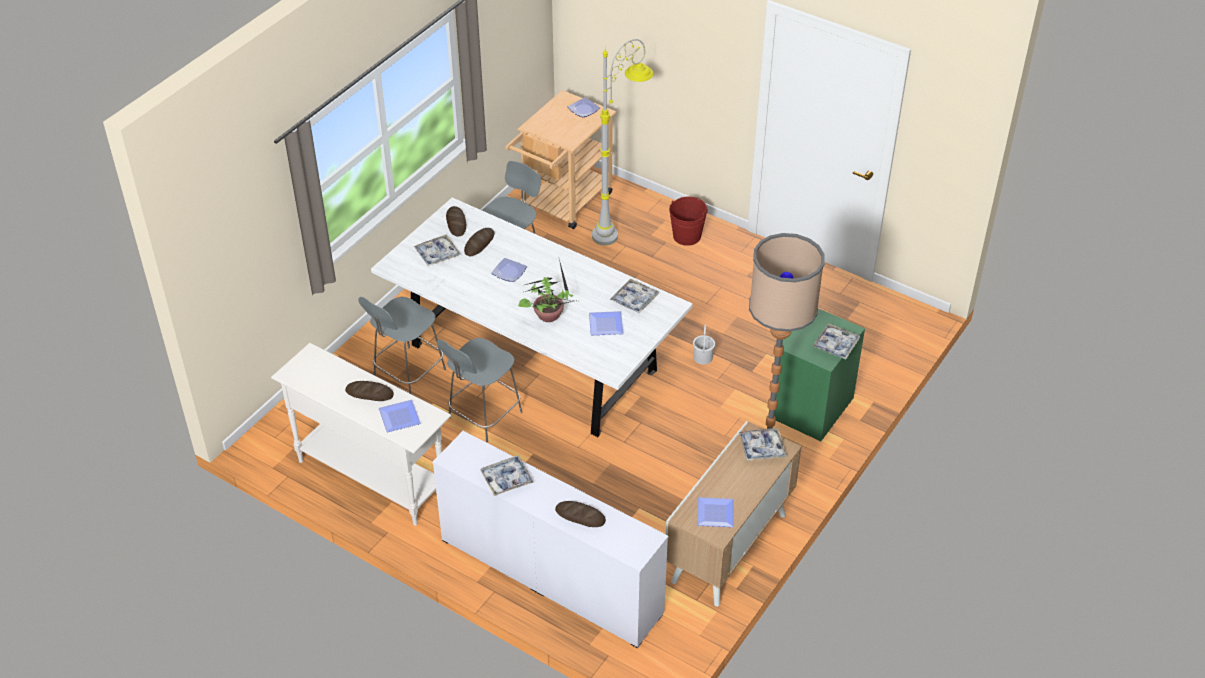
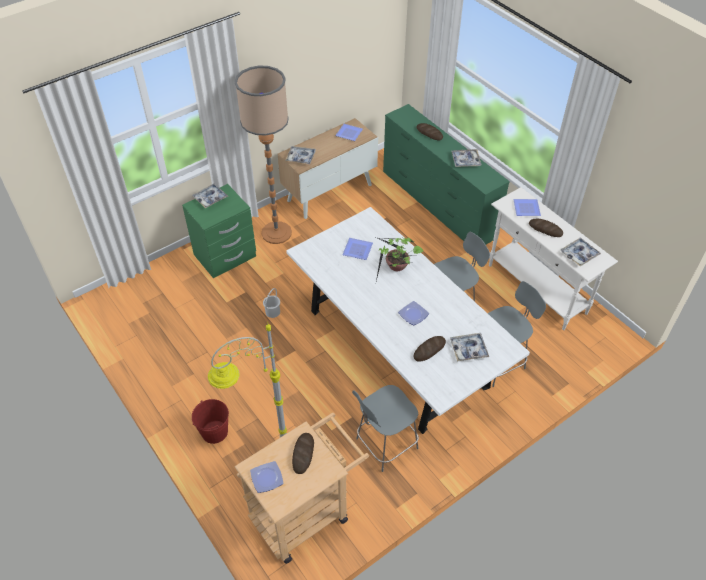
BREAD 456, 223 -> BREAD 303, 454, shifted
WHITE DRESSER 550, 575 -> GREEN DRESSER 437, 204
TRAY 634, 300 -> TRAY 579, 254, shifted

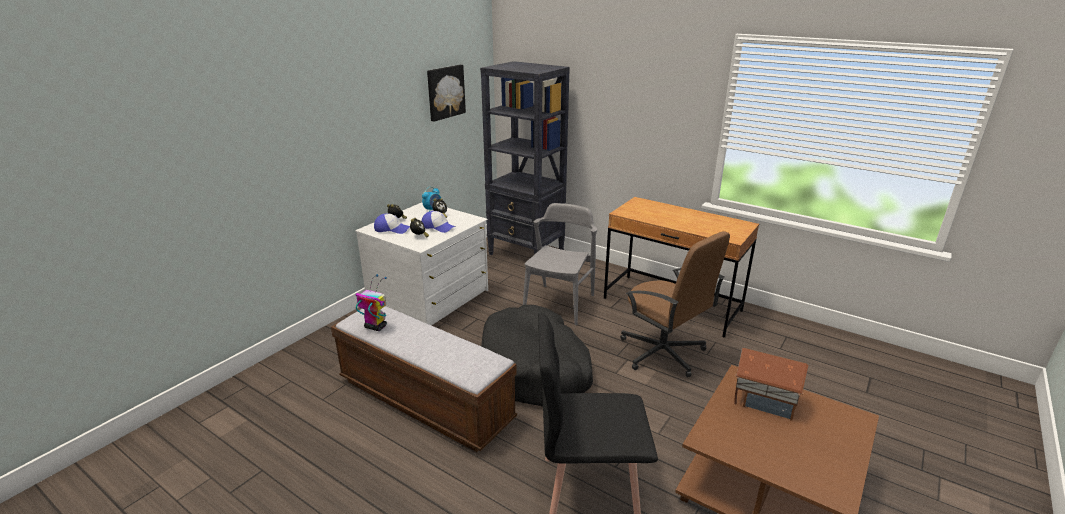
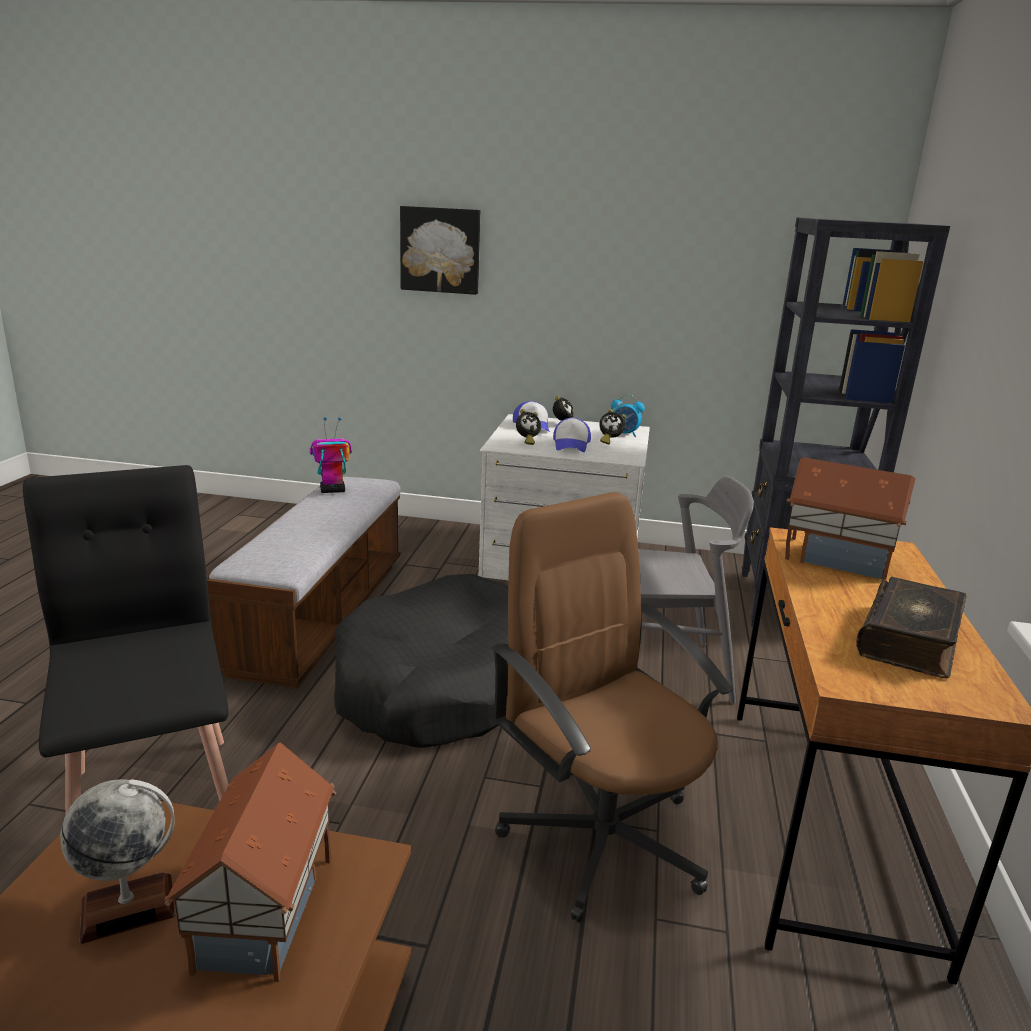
none -> GLOBE 128, 907
TOY ROBOT 375, 327 -> TOY ROBOT 332, 490, 105 degrees counterclockwise
PICTURE 445, 92 -> PICTURE 440, 250, shifted
BROWN OFFICE CHAIR 663, 353 -> BROWN OFFICE CHAIR 602, 836, 120 degrees clockwise
none -> TOY HOUSE 836, 558
none -> BOOK 910, 640

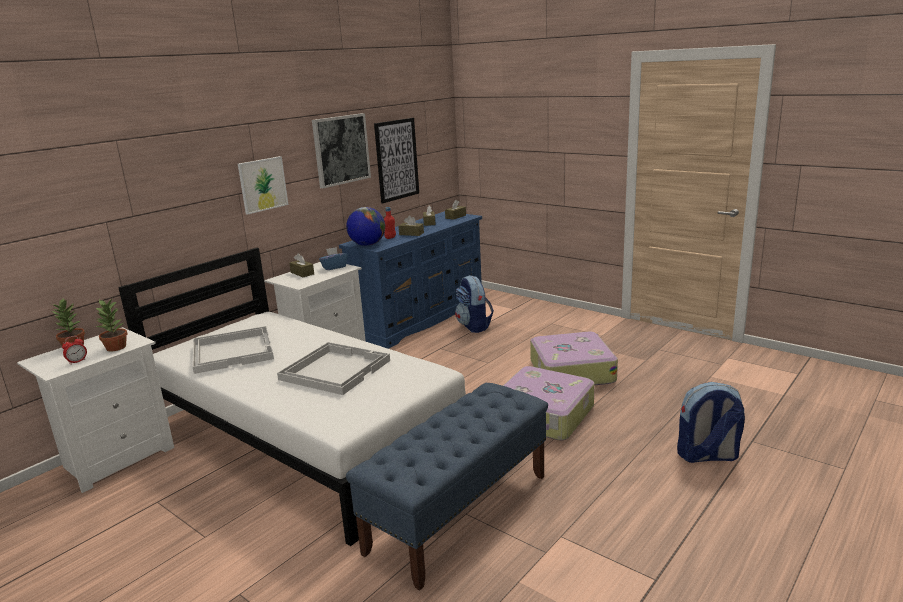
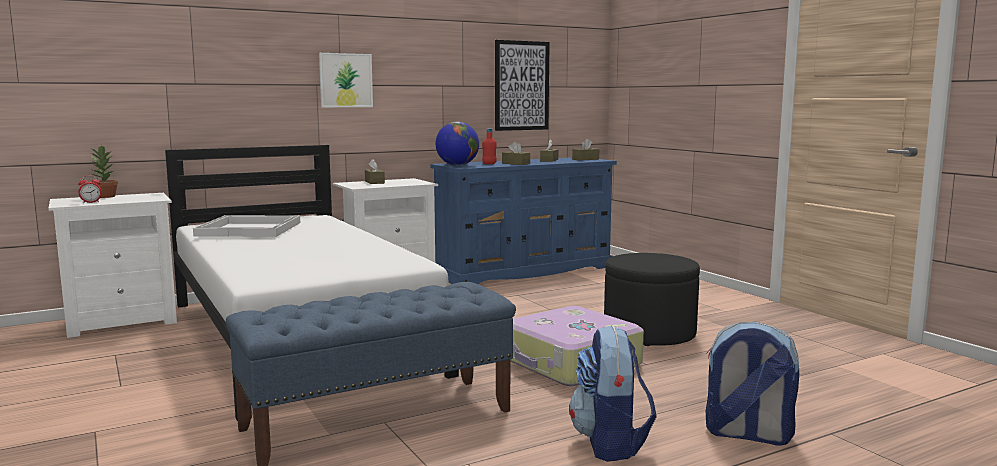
BACKPACK 474, 326 -> BACKPACK 610, 443, shifted
SUITCASE 571, 371 -> BLACK OTTOMAN 649, 333
POTTED PLANT 116, 347 -> none
WHITE TRAY 335, 369 -> none
PICTURE 341, 150 -> none
BLUE TISSUE BOX 334, 267 -> none

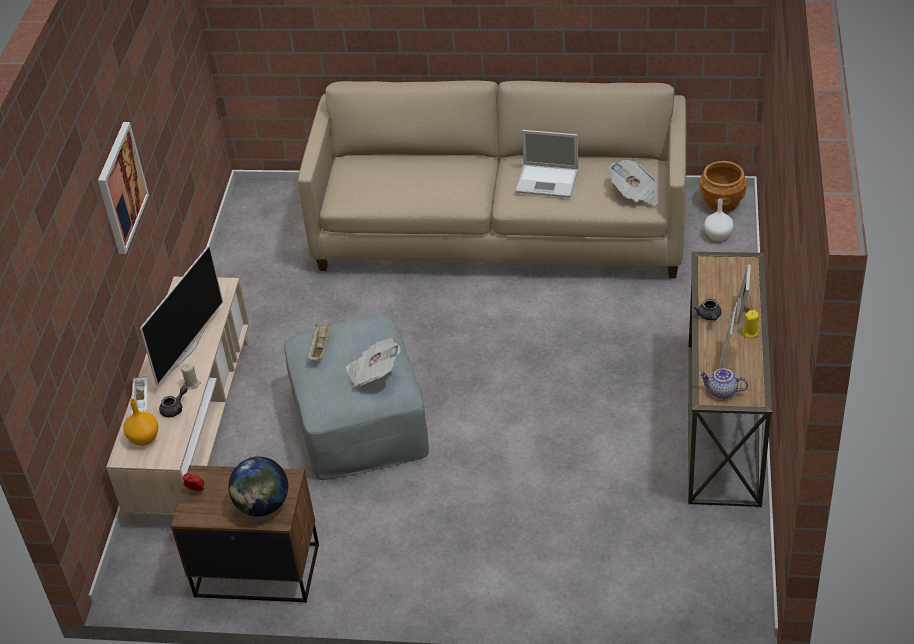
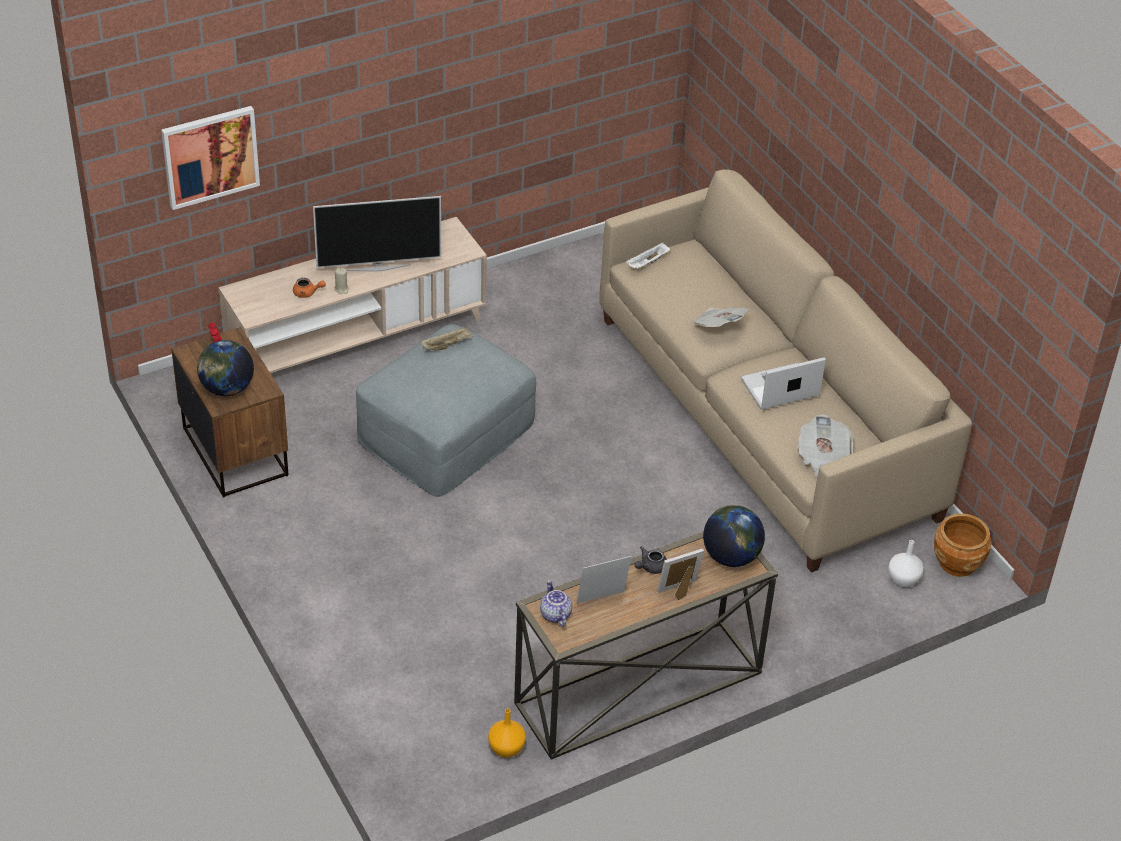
PICTURE 121, 188 -> PICTURE 210, 156, shifted
GREY TEAPOT 175, 408 -> ORANGE TEAPOT 307, 293
ORANGE VASE 144, 439 -> ORANGE VASE 506, 749, shifted
WHITE TRAY 141, 402 -> WHITE TRAY 647, 263, shifted
NEWSPAPER 373, 373 -> NEWSPAPER 718, 327, shifted
none -> GLOBE 731, 557
LAPTOP 548, 181 -> LAPTOP 778, 388, 90 degrees clockwise
YELLOW CANDLE 750, 332 -> none

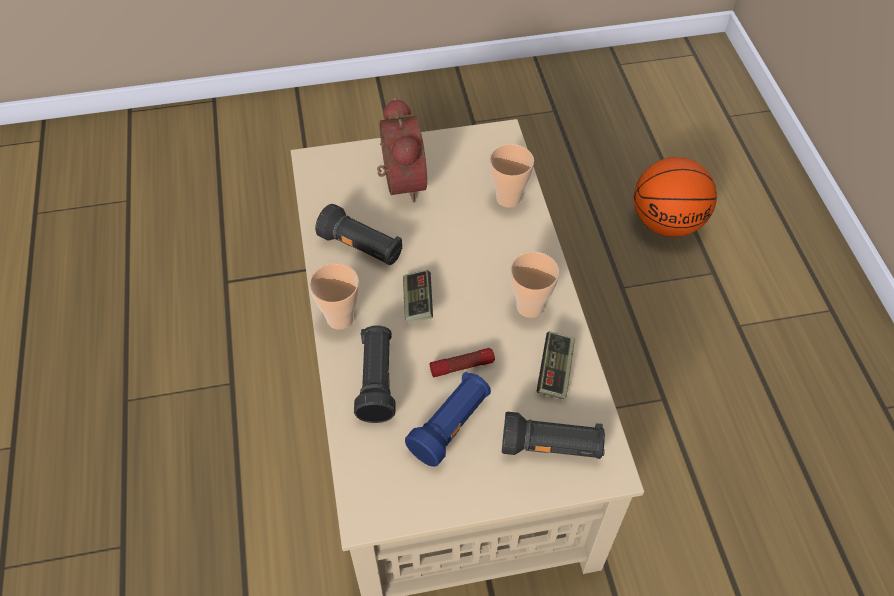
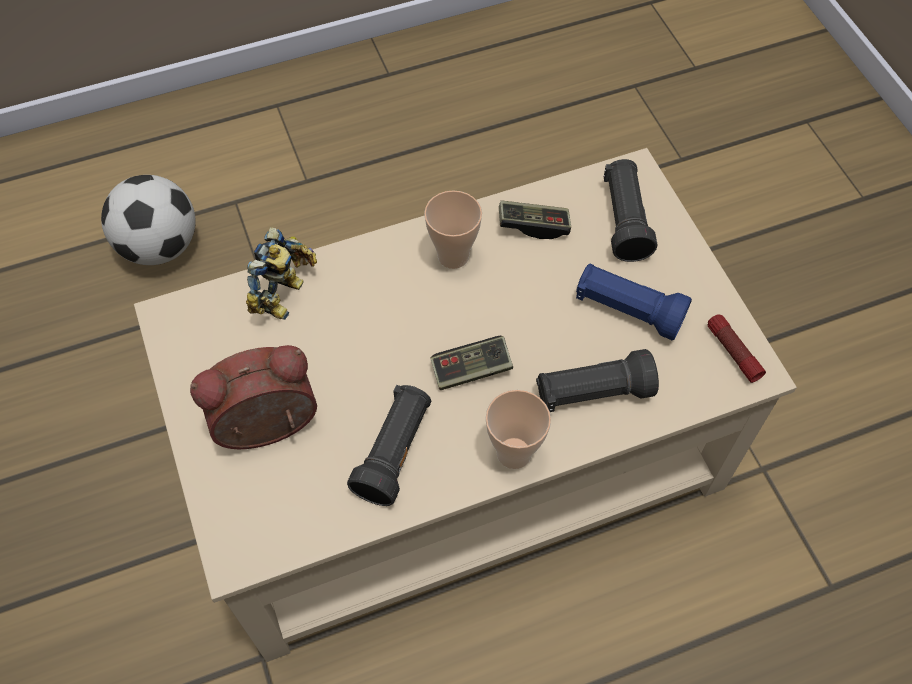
BASKETBALL 667, 222 -> FOOTBALL 160, 246
CUP 508, 198 -> TOY ROBOT 285, 296
FLASHLIGHT 462, 366 -> FLASHLIGHT 733, 352, shifted

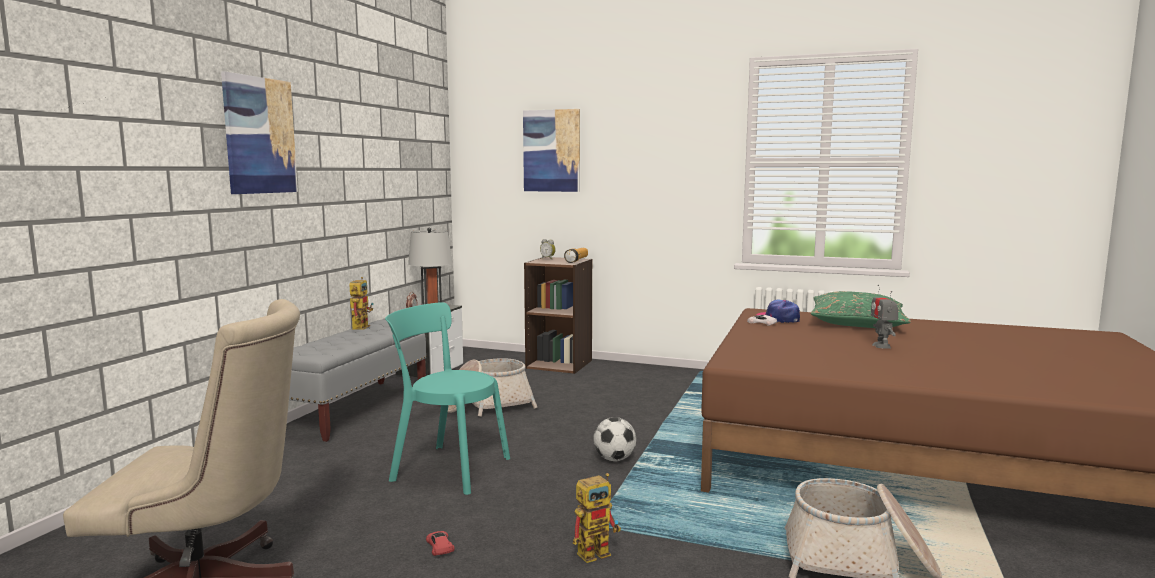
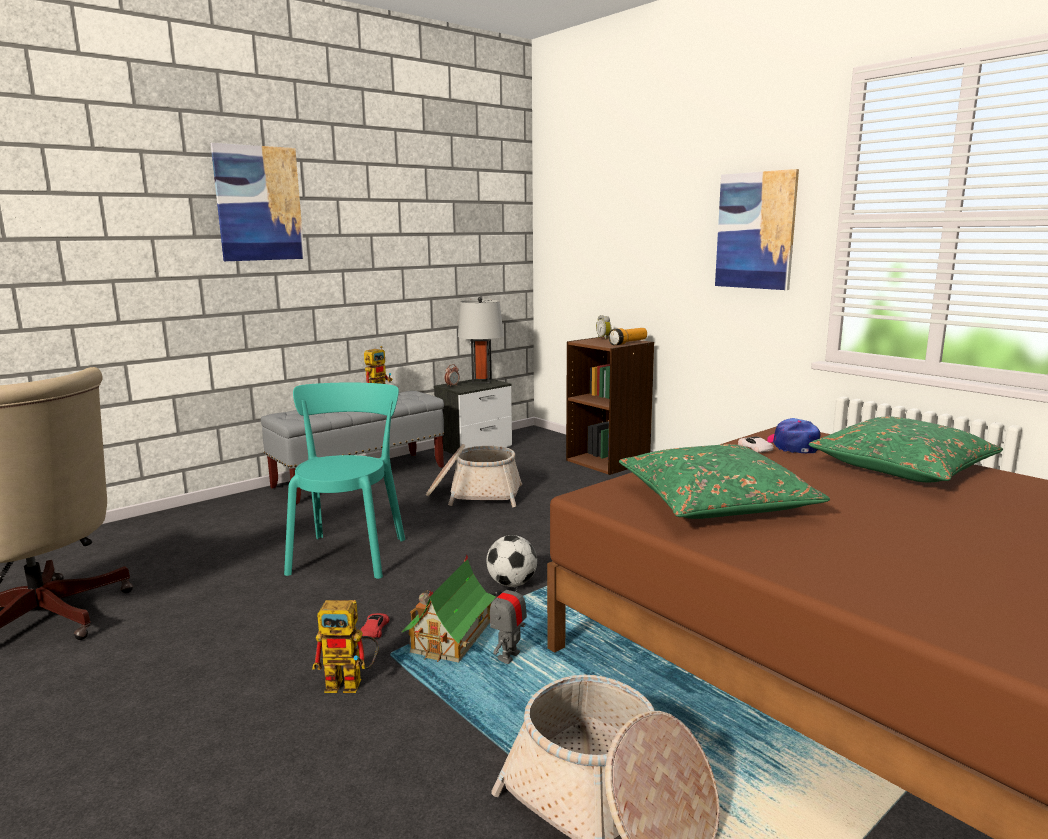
TURQUOISE CHAIR 446, 468 -> TURQUOISE CHAIR 349, 553, 45 degrees clockwise
RED TOY CAR 439, 546 -> RED TOY CAR 374, 628, shifted
none -> TOY HOUSE 451, 638
TOY ROBOT 881, 346 -> TOY ROBOT 509, 658, shifted
none -> GREEN PILLOW 715, 502
PICTURE 552, 151 -> PICTURE 755, 231, shifted

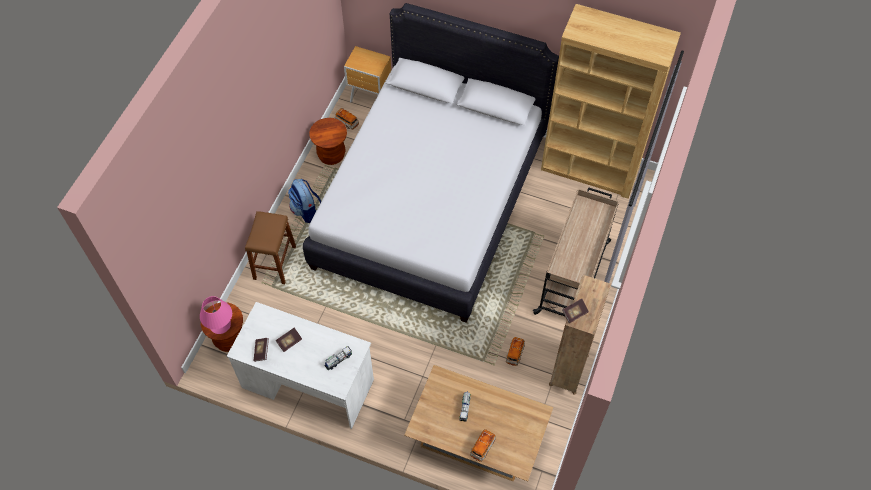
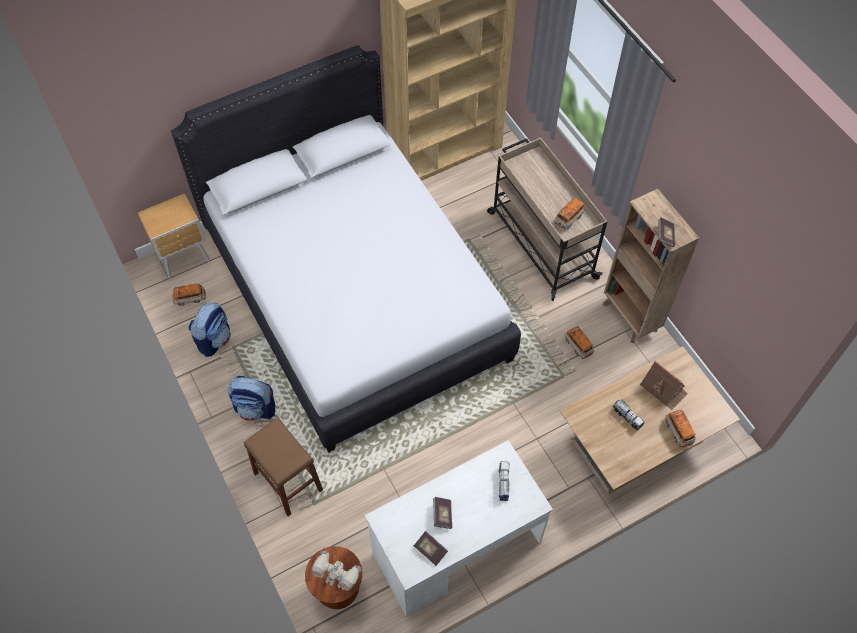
BROWN STOOL 331, 155 -> BACKPACK 214, 339
PINK TABLE LAMP 220, 325 -> TOY ROBOT 338, 579
none -> TOY CAR 569, 218
none -> TOY HOUSE 663, 389

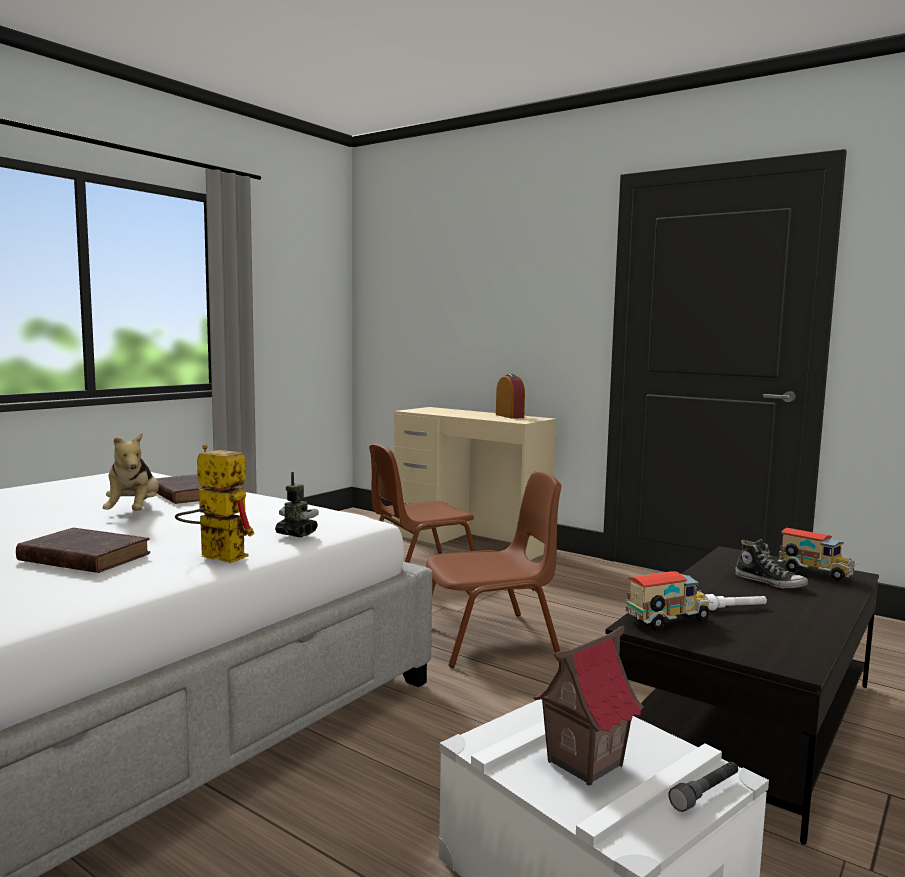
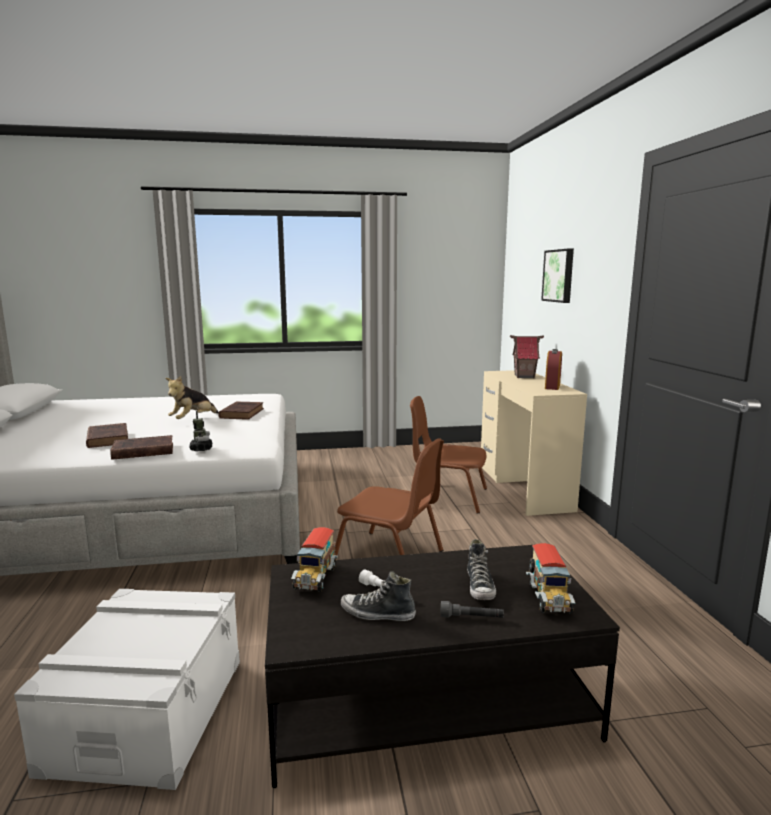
TOY ROBOT 214, 556 -> BROWN BOOK 141, 451
TOY TRUCK 668, 622 -> TOY TRUCK 315, 578, 75 degrees clockwise
none -> SHOE 377, 614
GREY FLASHLIGHT 705, 793 -> GREY FLASHLIGHT 471, 618, shifted
TOY HOUSE 584, 763 -> TOY HOUSE 524, 376, shifted
none -> PICTURE 559, 275

